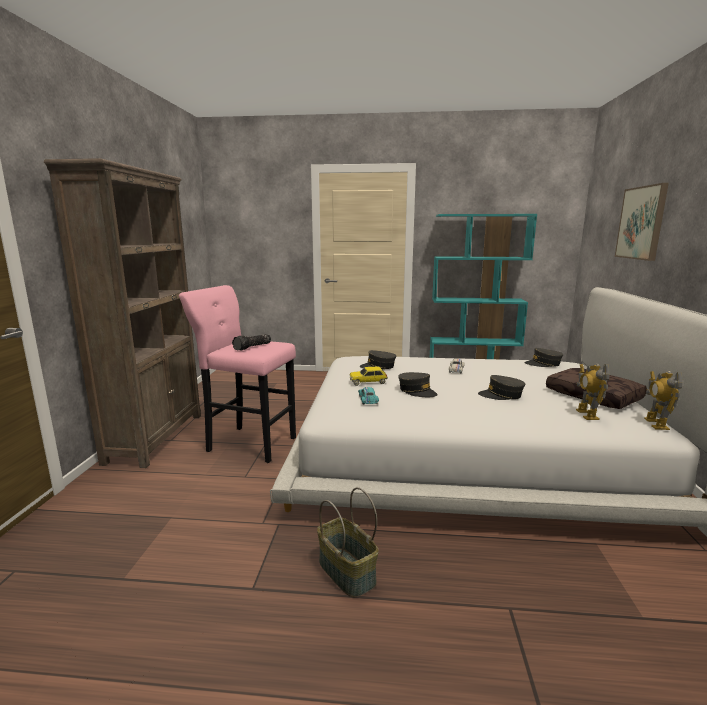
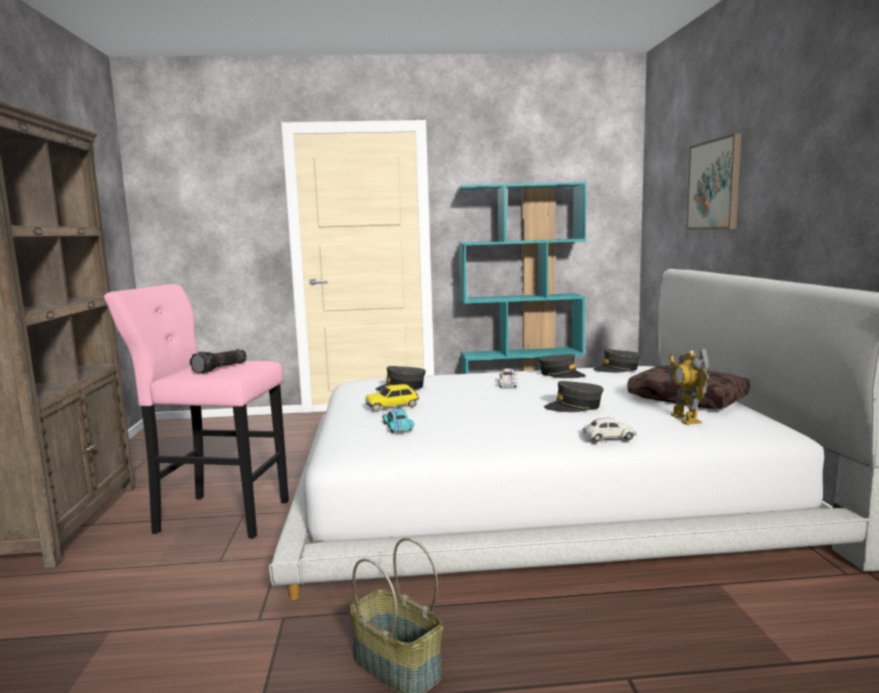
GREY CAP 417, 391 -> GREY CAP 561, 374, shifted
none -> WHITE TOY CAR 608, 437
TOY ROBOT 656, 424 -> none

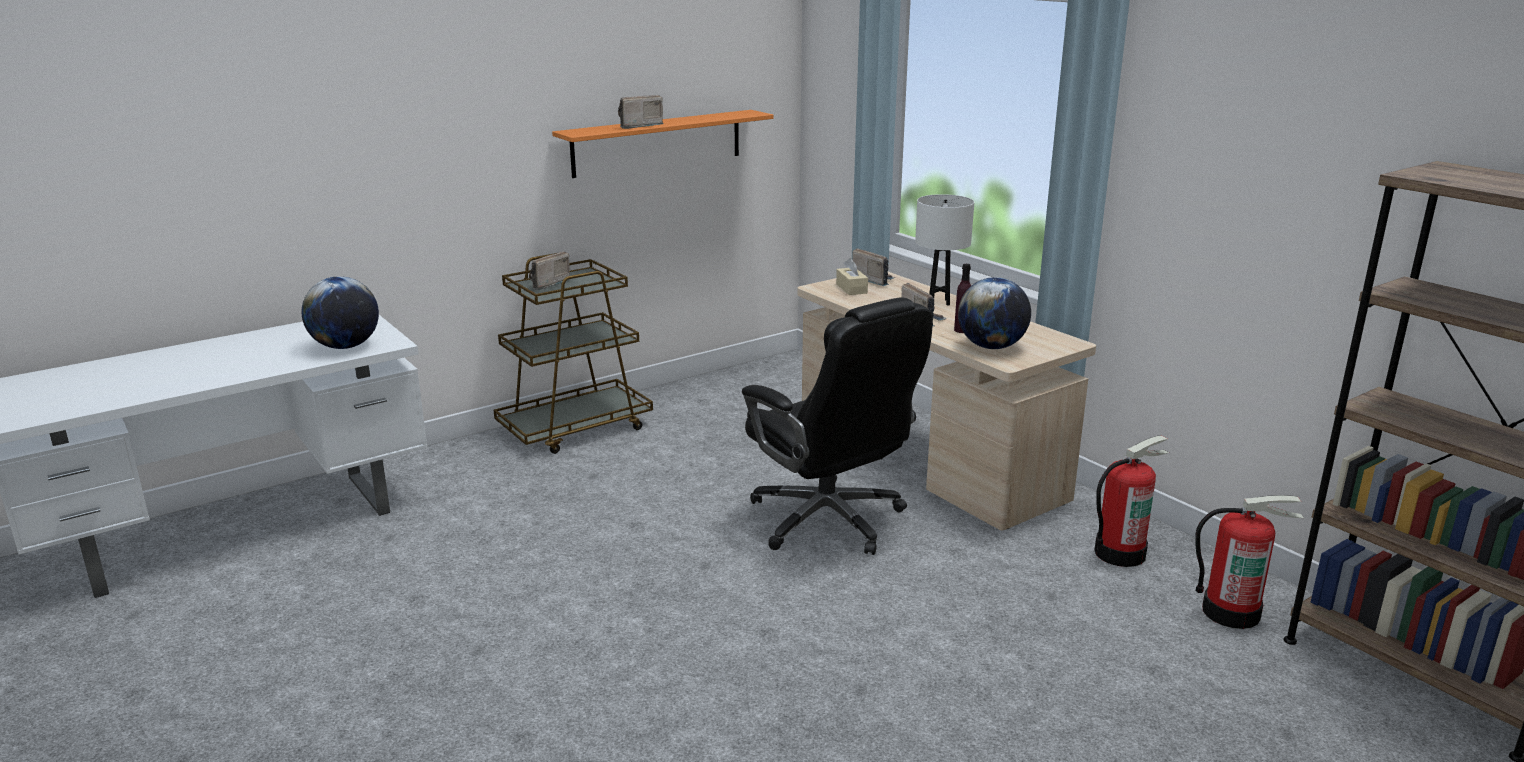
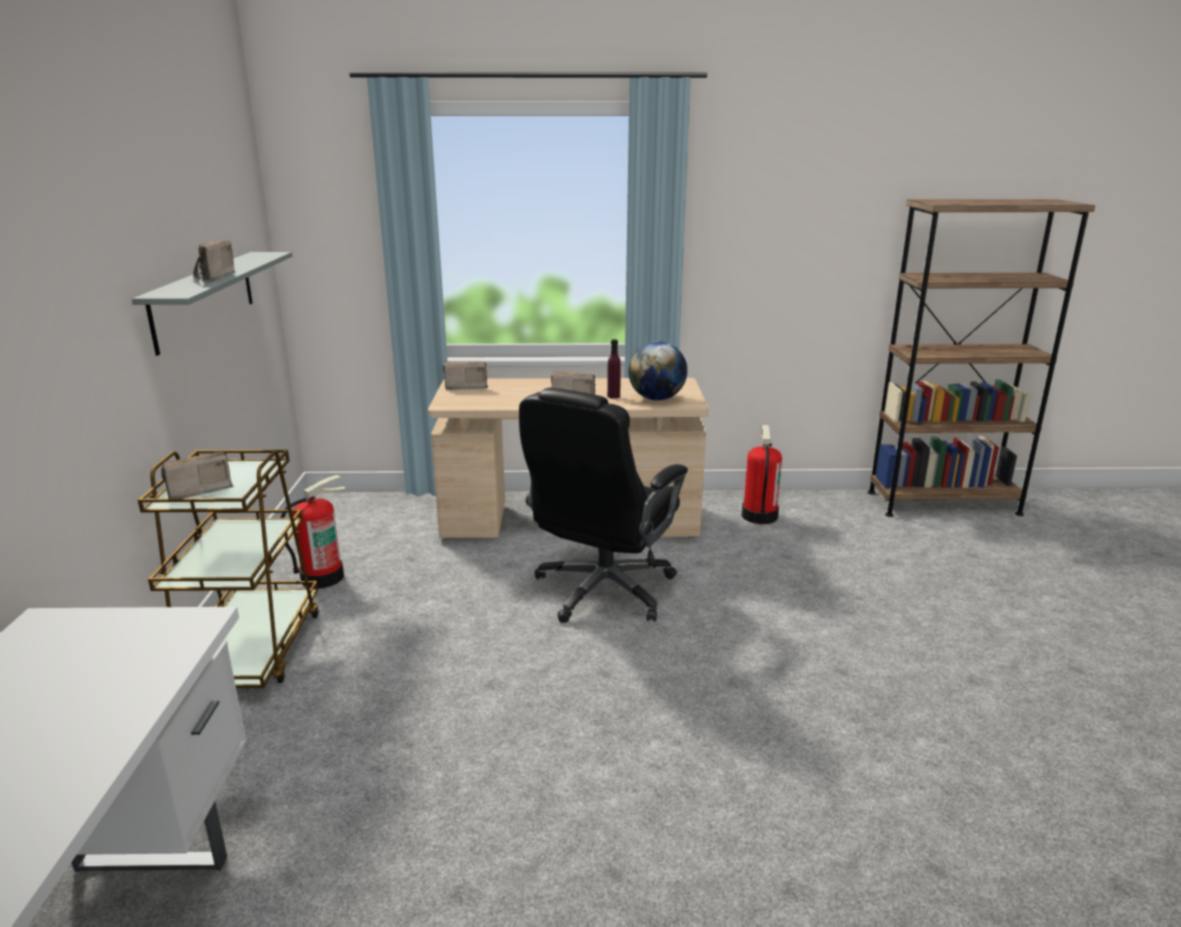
ORANGE SHELF 657, 143 -> GREY SHELF 204, 299
RADIO 546, 284 -> RADIO 197, 491, 75 degrees clockwise
FIRE EXTINGUISHER 1231, 612 -> FIRE EXTINGUISHER 322, 577, shifted
BLACK OFFICE CHAIR 829, 520 -> BLACK OFFICE CHAIR 603, 591, 120 degrees clockwise
GLOBE 345, 346 -> none
BEIGE TISSUE BOX 851, 288 -> none
WHITE TABLE LAMP 939, 302 -> none

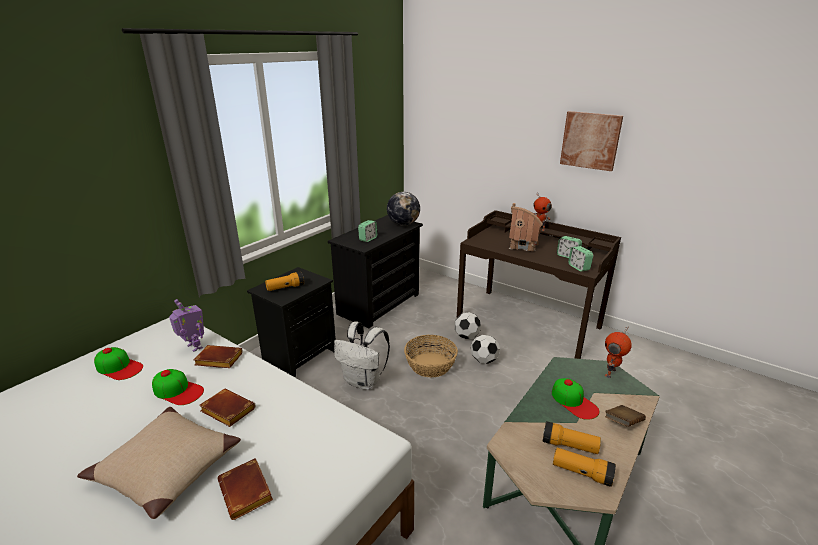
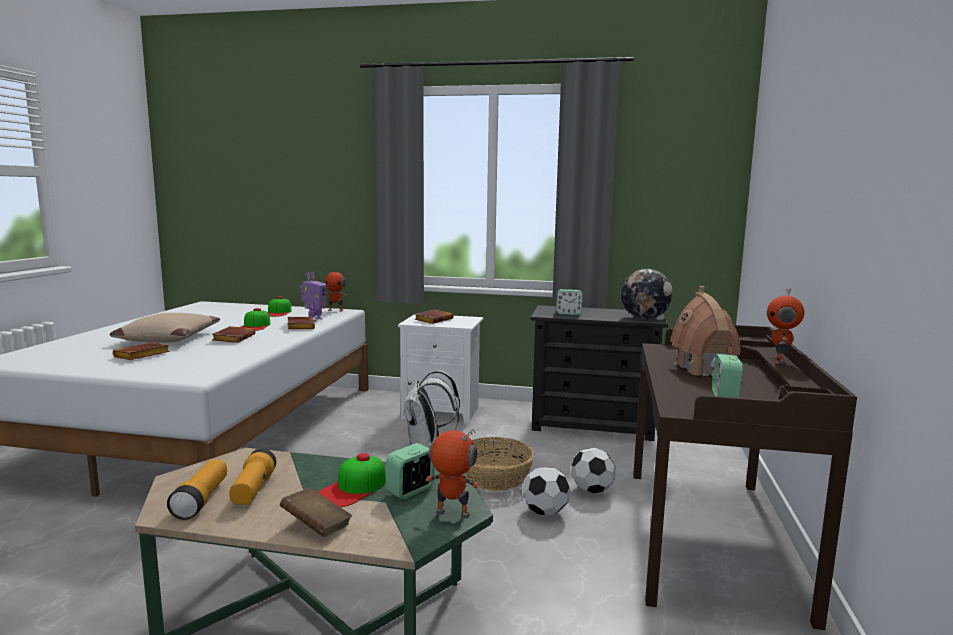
none -> TOY ROBOT 336, 310
ALARM CLOCK 579, 267 -> ALARM CLOCK 410, 491, shifted
BLACK NIGHTSTAND 299, 355 -> WHITE NIGHTSTAND 443, 412
FLASHLIGHT 285, 288 -> BROWN BOOK 433, 320
PICTURE 590, 140 -> none

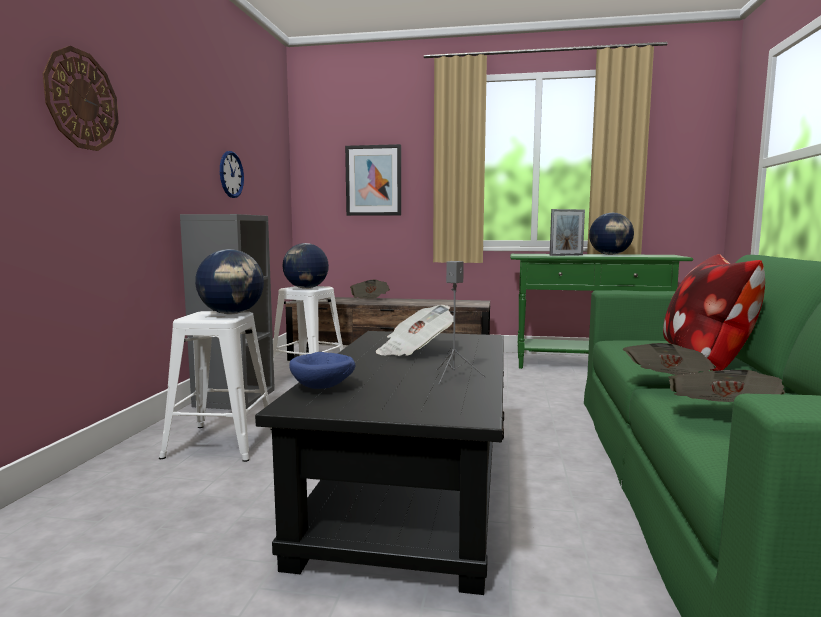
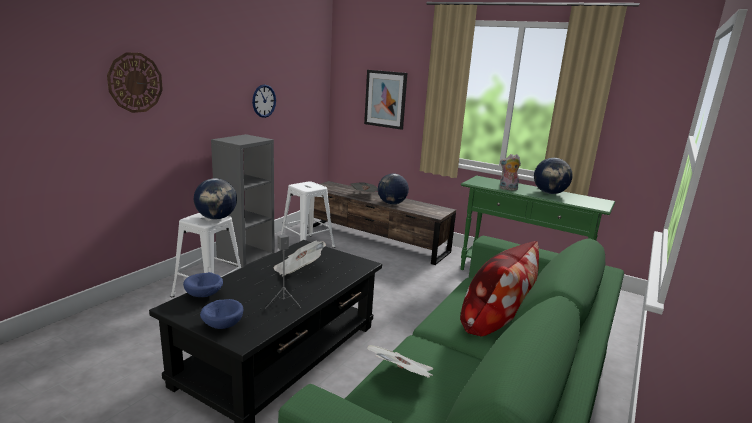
none -> BLUE BOWL 223, 324
GLOBE 306, 288 -> GLOBE 392, 203, shifted
PICTURE FRAME 566, 255 -> PLUSH TOY 507, 189
NEWSPAPER 668, 383 -> none

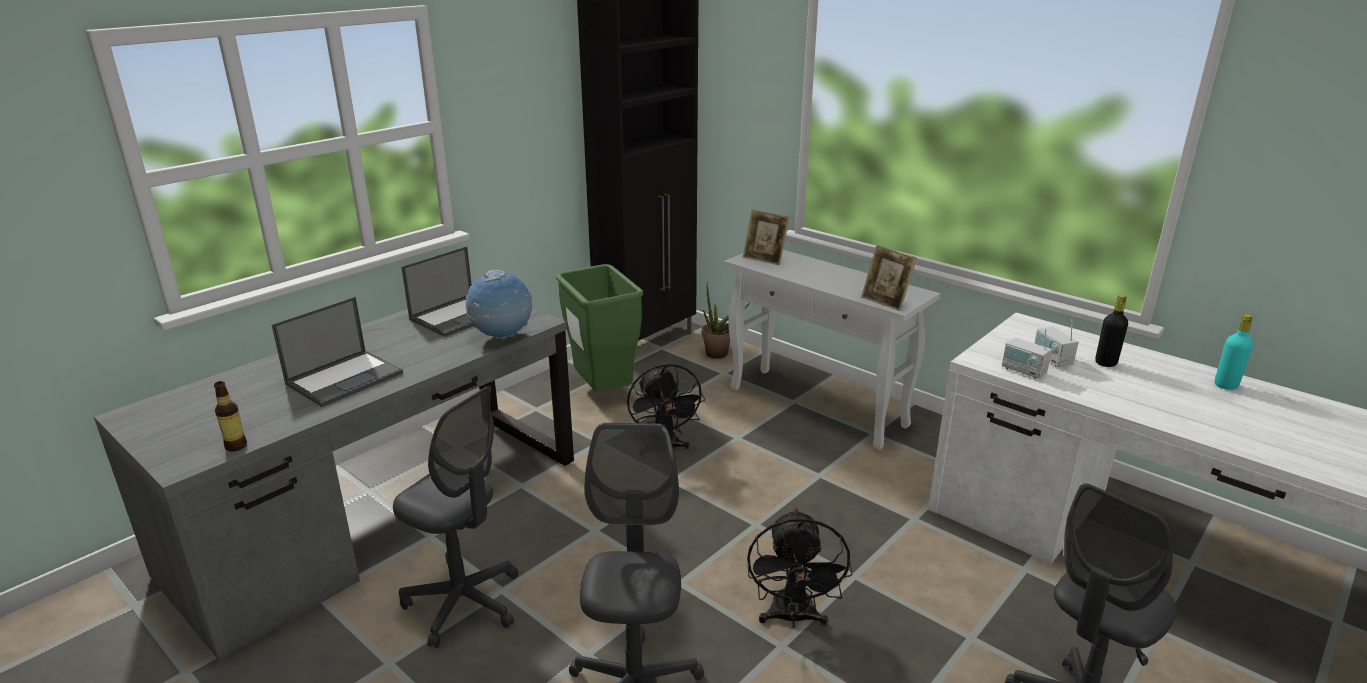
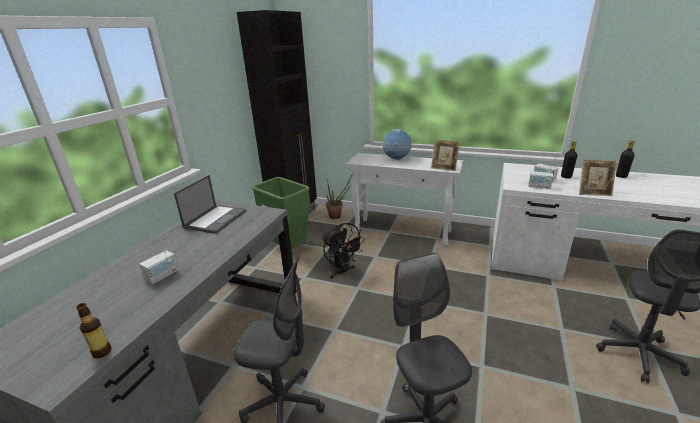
LAPTOP 345, 378 -> RADIO 162, 276
GLOBE 502, 337 -> GLOBE 396, 159, shifted
PICTURE FRAME 764, 259 -> PICTURE FRAME 593, 193, shifted
TURQUOISE BOTTLE 1225, 385 -> BLACK BOTTLE 621, 176
BLACK FAN 792, 618 -> none

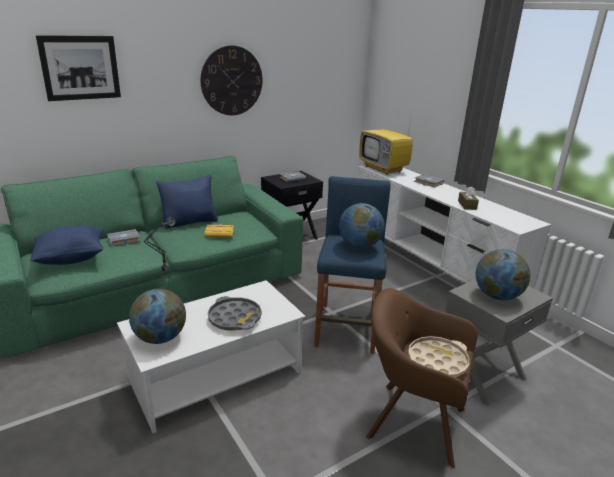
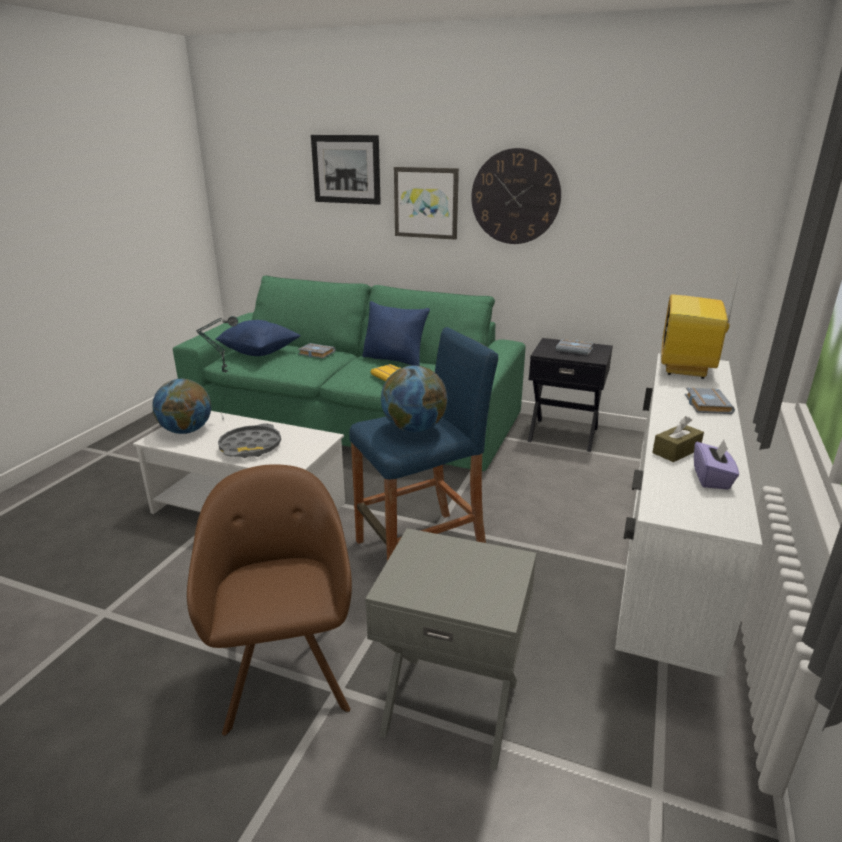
none -> PICTURE 426, 203
none -> PURPLE TISSUE BOX 711, 478
BEIGE TRAY 437, 361 -> none
GLOBE 497, 296 -> none

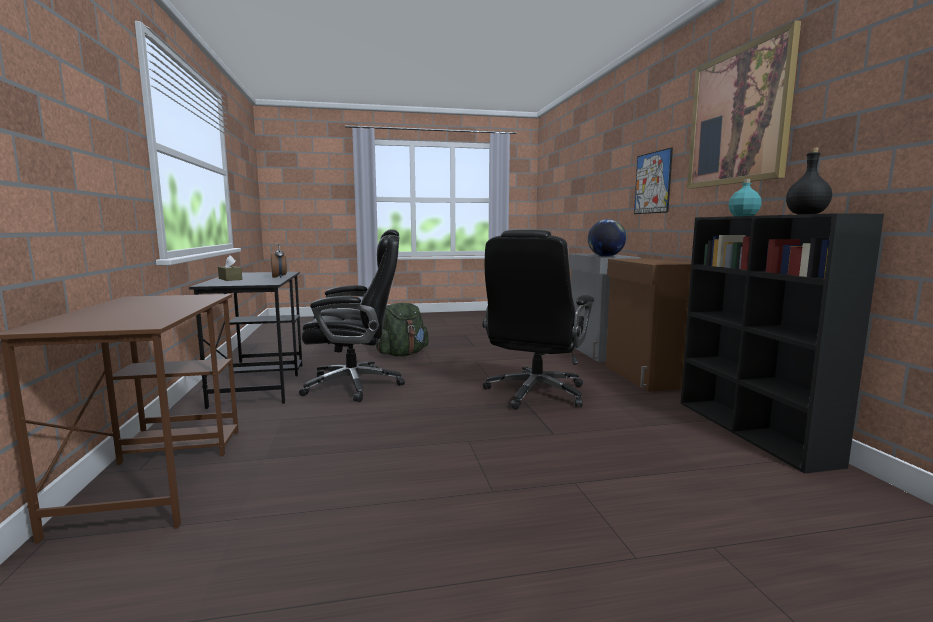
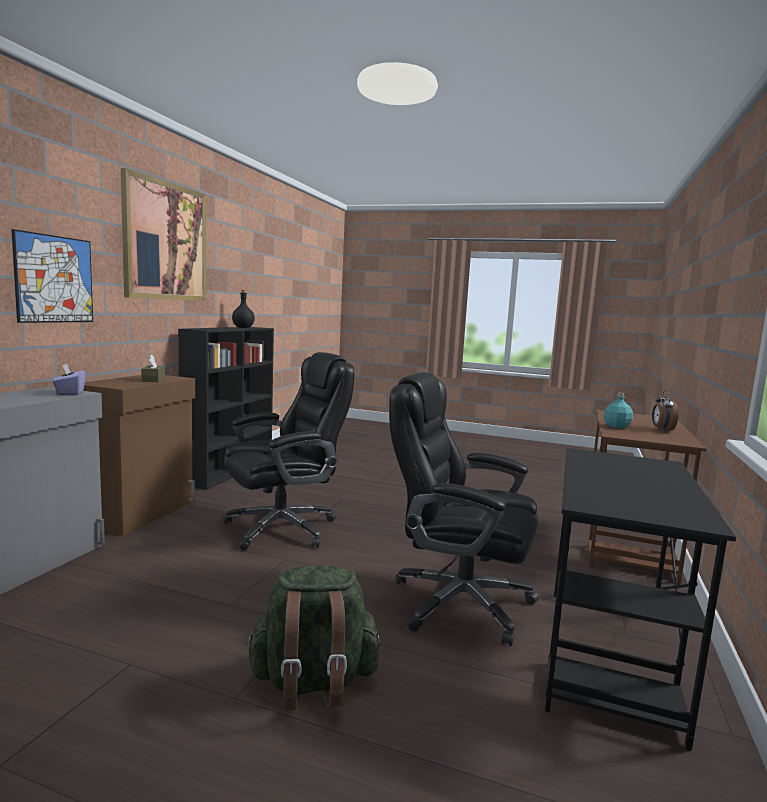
GLOBE 605, 256 -> PURPLE TISSUE BOX 70, 393
BROWN TISSUE BOX 230, 279 -> BROWN TISSUE BOX 153, 380, shifted
TURQUOISE BOTTLE 743, 216 -> TURQUOISE BOTTLE 616, 426, shifted
ALARM CLOCK 279, 277 -> ALARM CLOCK 661, 429, shifted

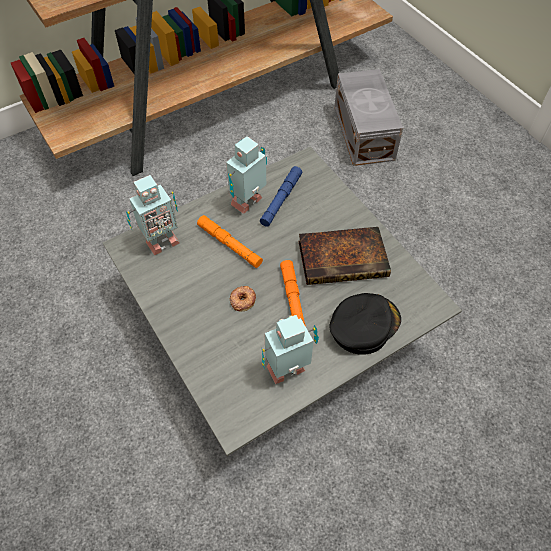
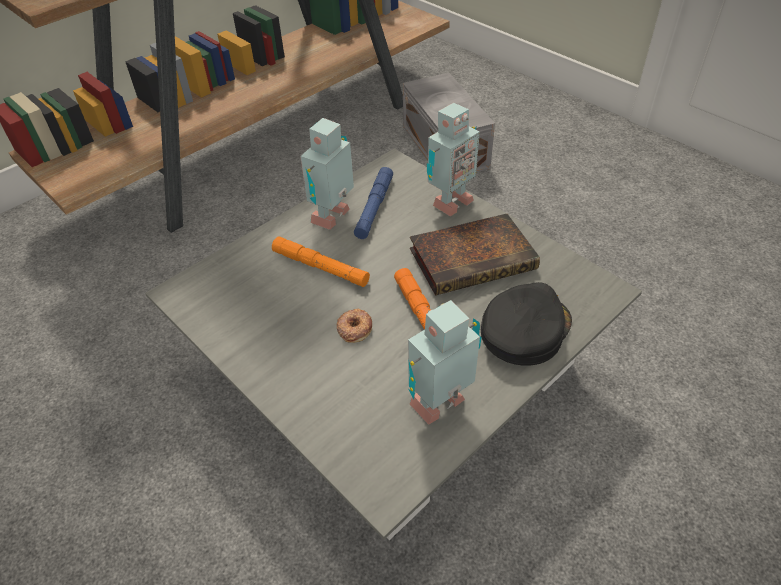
TOY ROBOT 160, 241 -> TOY ROBOT 449, 203, shifted

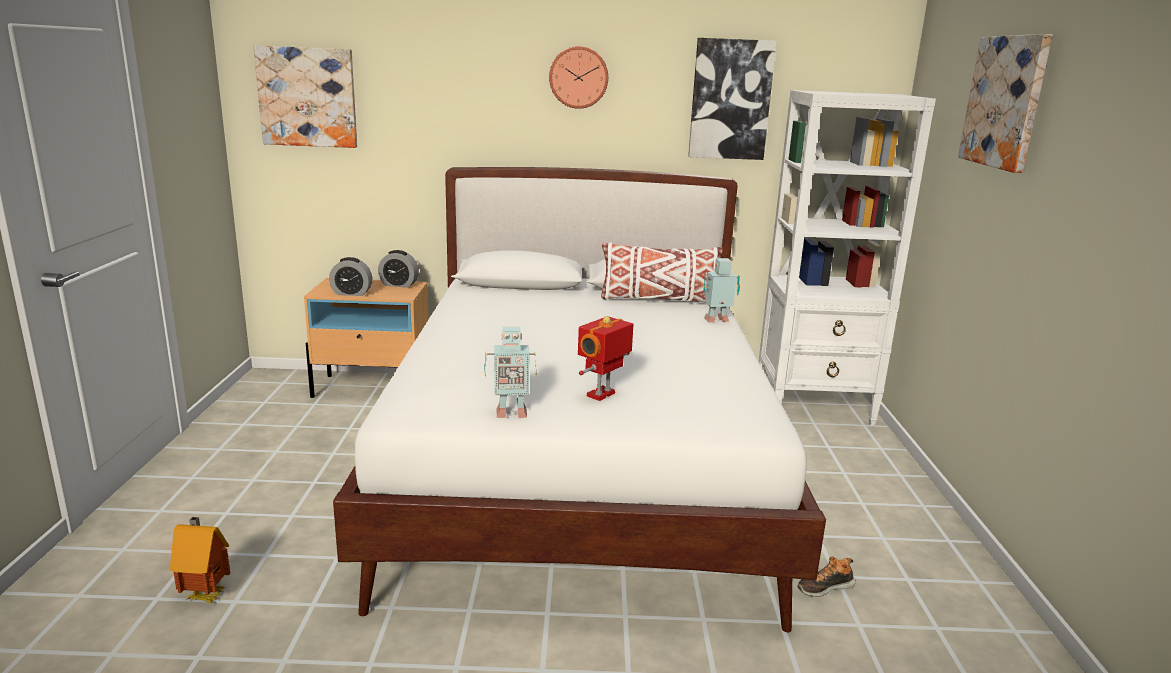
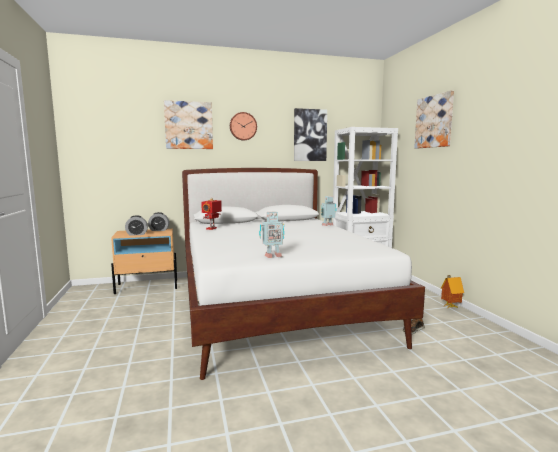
PICTURE 308, 97 -> PICTURE 188, 125, shifted
TOY ROBOT 602, 395 -> TOY ROBOT 212, 228, shifted
TOY HOUSE 206, 595 -> TOY HOUSE 450, 306, shifted
WHITE PILLOW 659, 300 -> none

